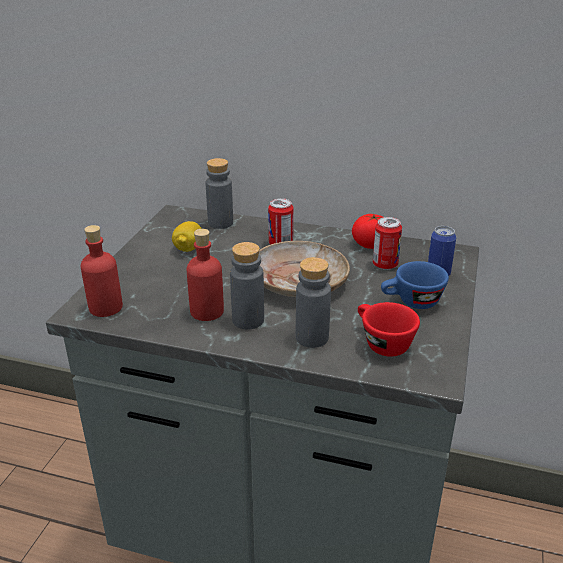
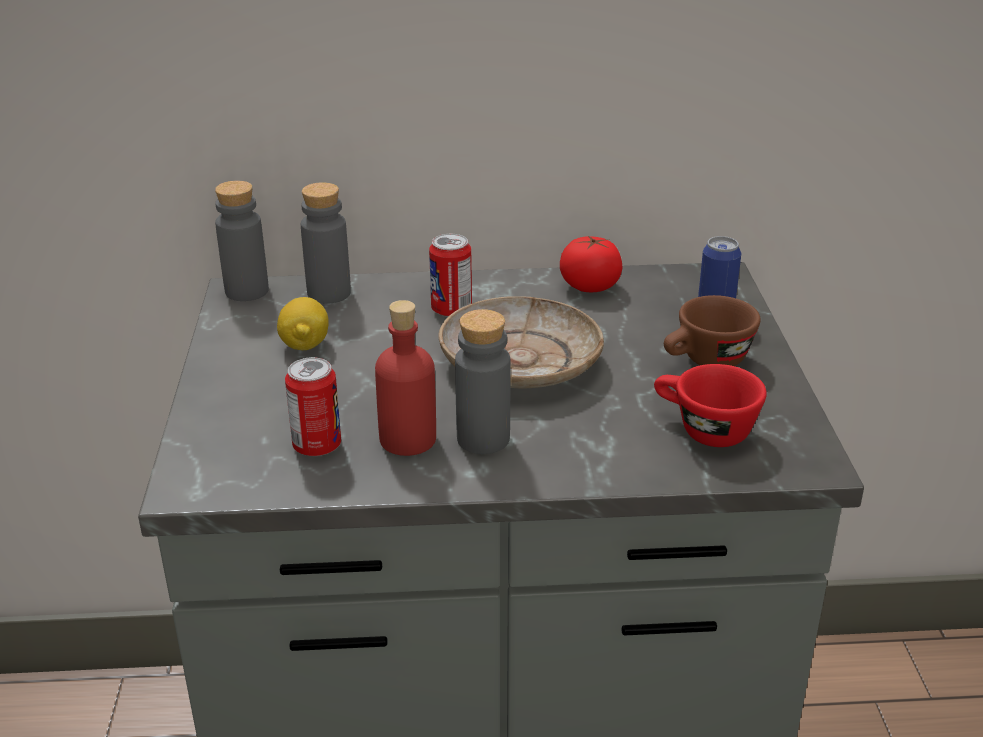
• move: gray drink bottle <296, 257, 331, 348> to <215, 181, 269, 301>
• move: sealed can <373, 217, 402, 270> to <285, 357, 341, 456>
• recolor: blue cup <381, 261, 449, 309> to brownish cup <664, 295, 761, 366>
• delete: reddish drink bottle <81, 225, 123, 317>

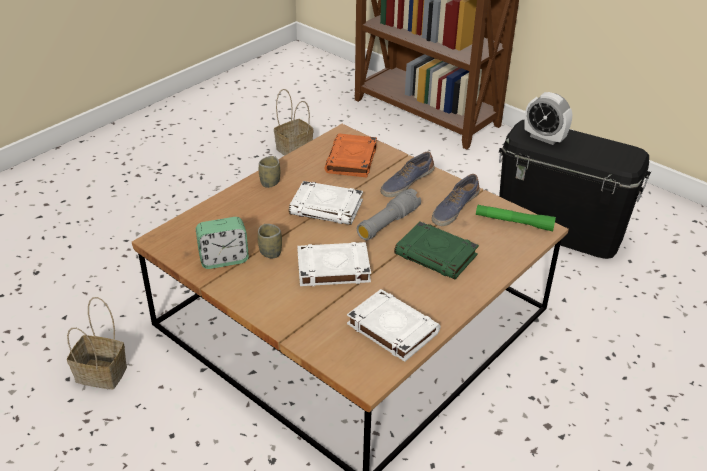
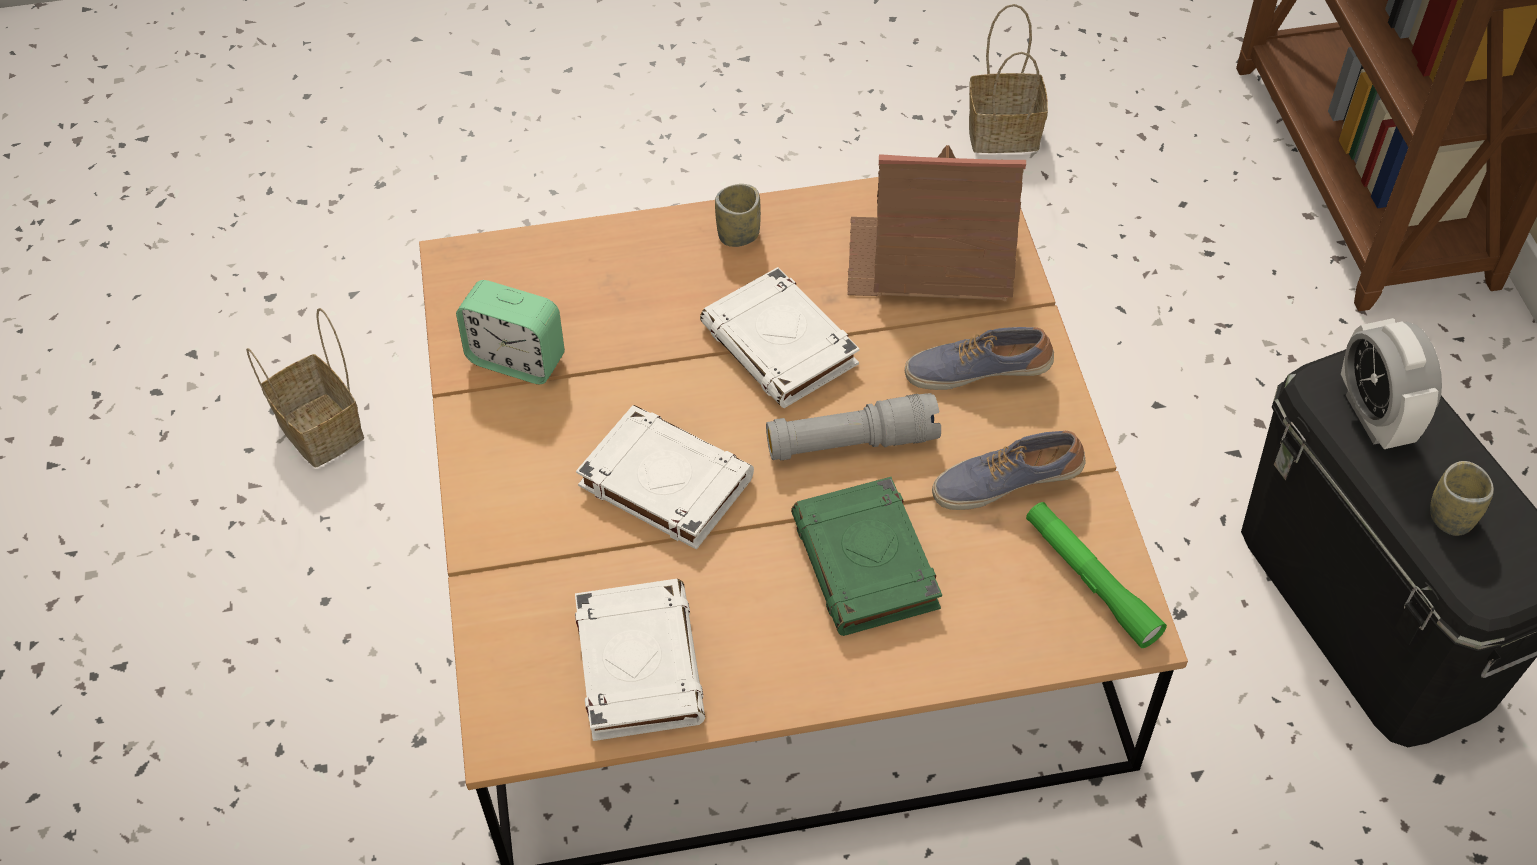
• replace: orange volume <325, 133, 377, 178> to toy house <847, 145, 1026, 301>
• move: cup <258, 224, 282, 258> to <1430, 461, 1494, 536>

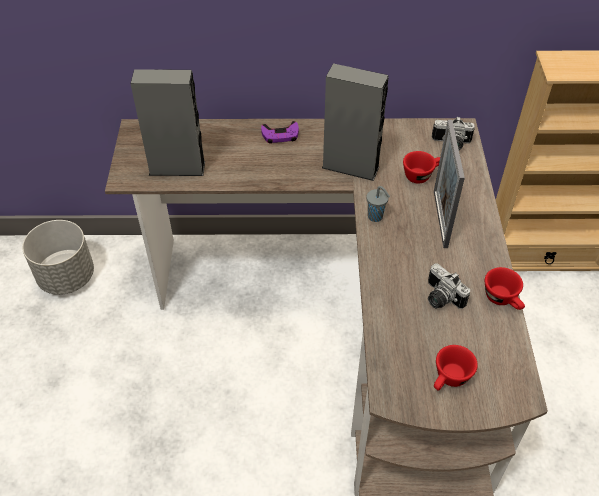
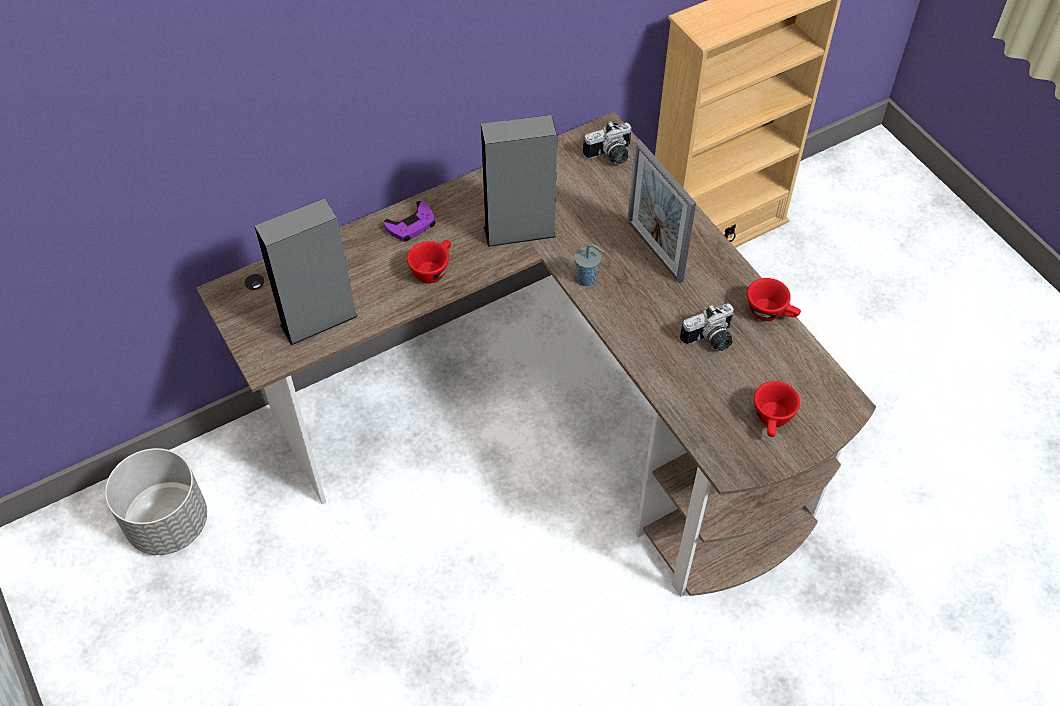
• move: reddish cup <403, 151, 440, 183> to <407, 240, 451, 284>
• rotate: photo camera <428, 263, 470, 309> = <680, 303, 734, 351> 45 degrees counterclockwise

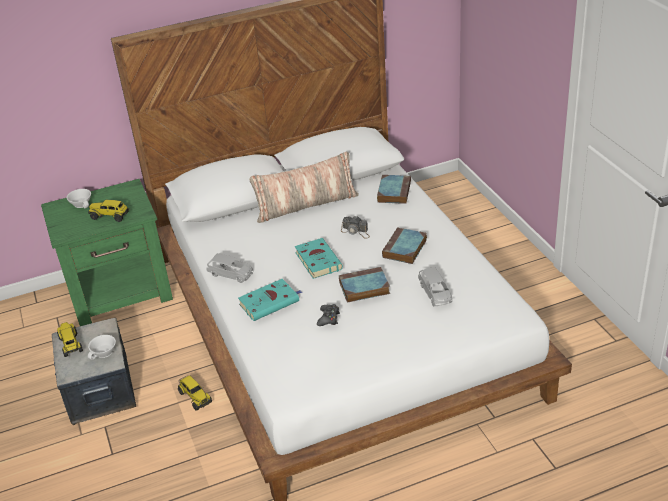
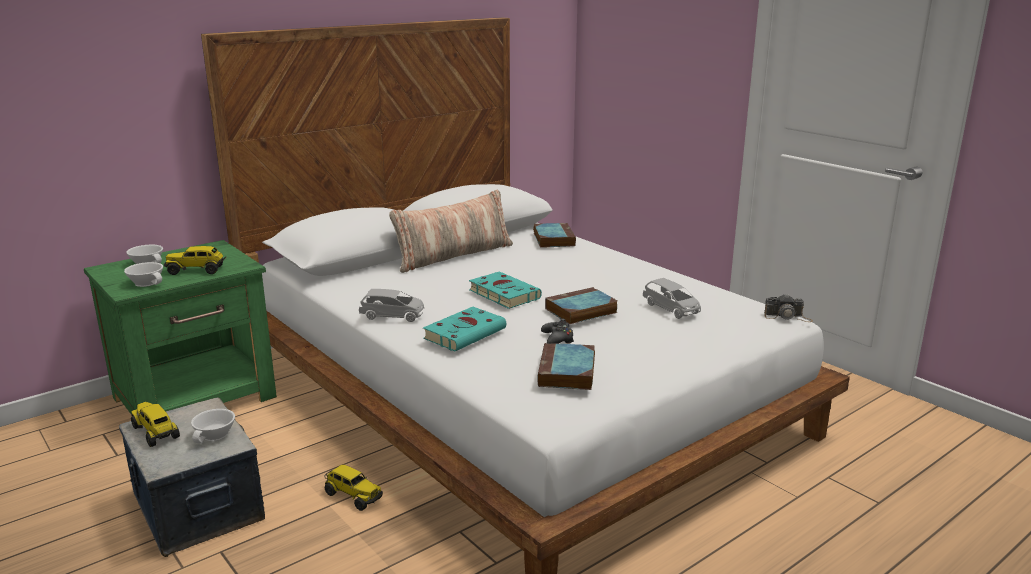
• insert: white-coloured cup <124, 262, 163, 287>
• move: volume <382, 227, 427, 264> to <537, 343, 595, 390>
• move: photo camera <341, 216, 370, 239> to <764, 294, 813, 322>

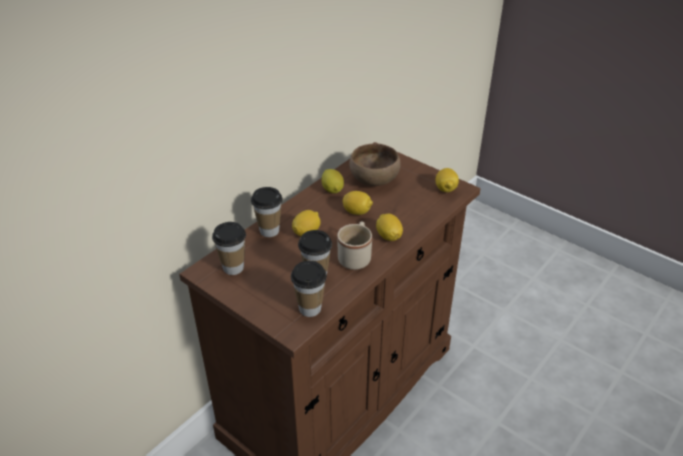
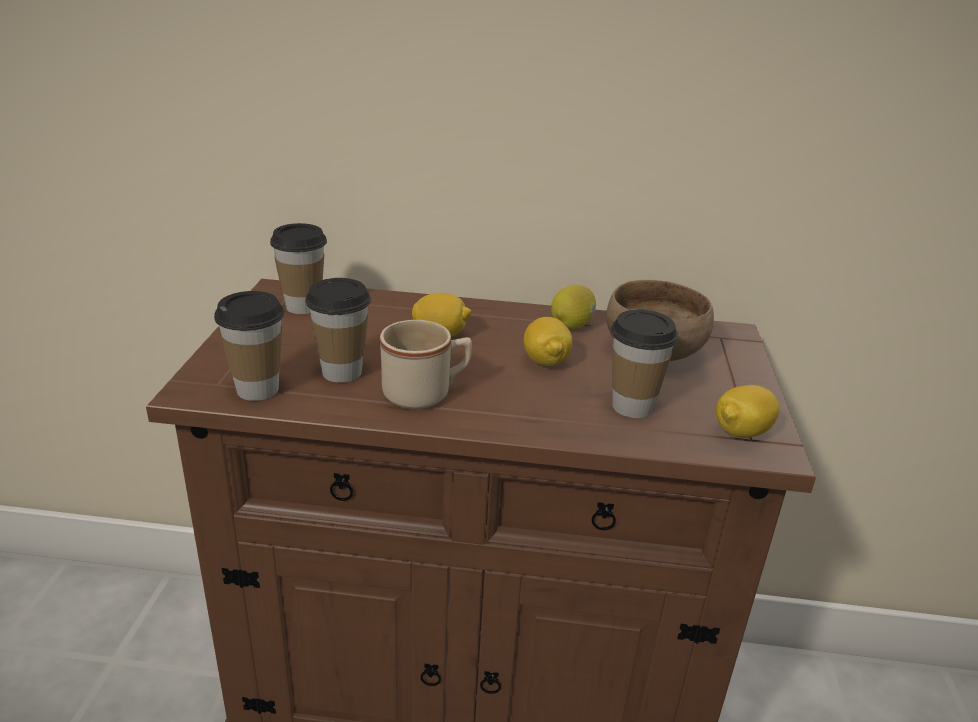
• move: cup <251, 187, 282, 237> to <611, 309, 678, 418>
• delete: whole lemon <376, 214, 403, 241>

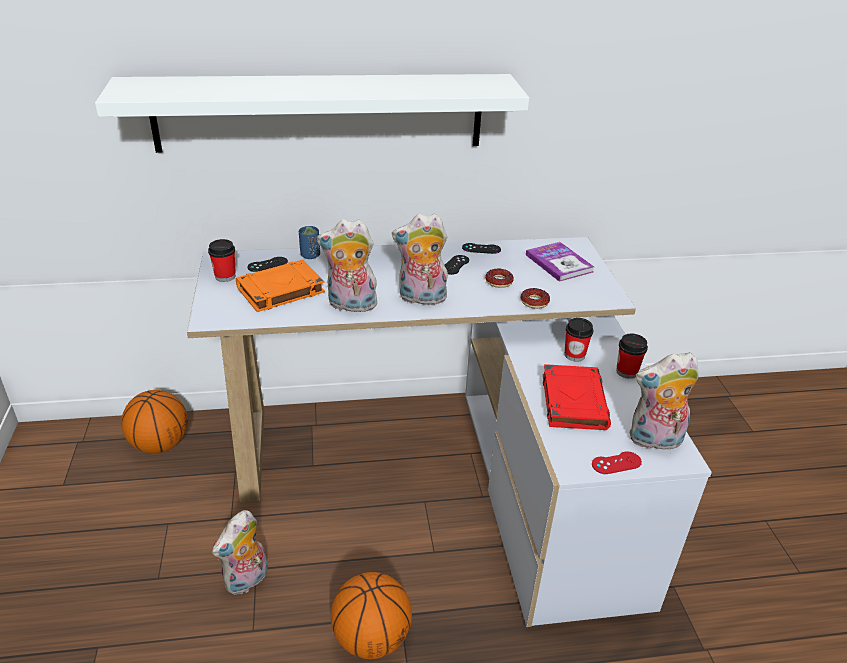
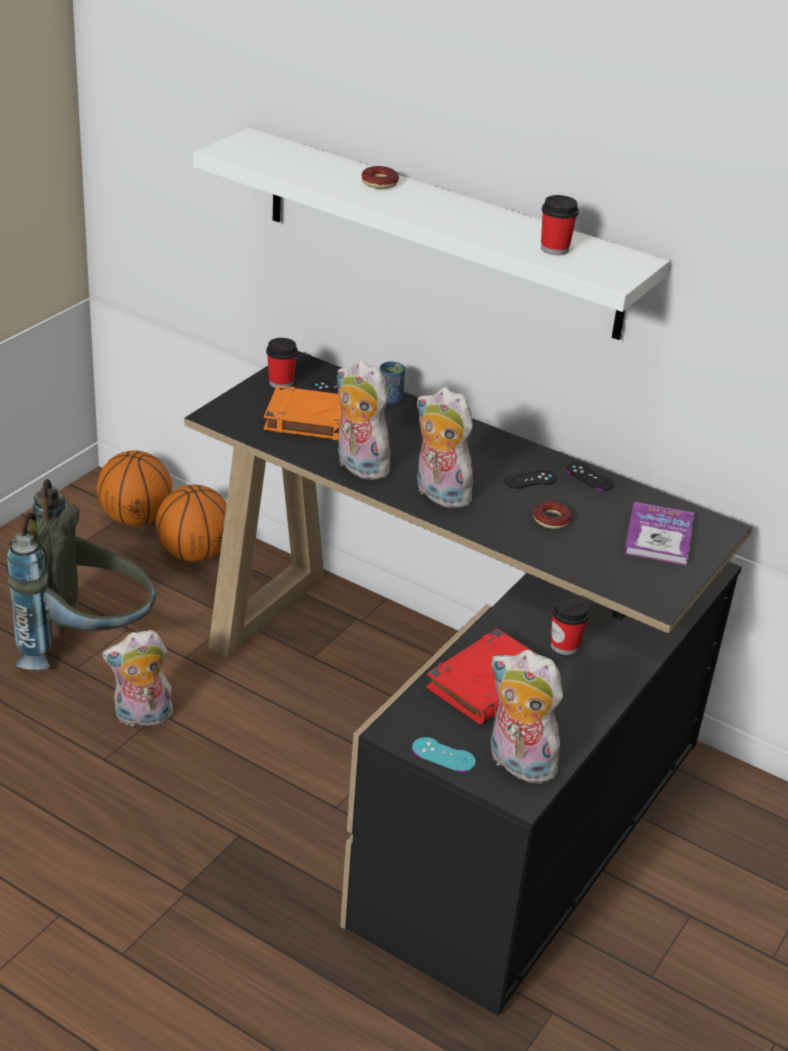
• insert: gray knapsack <7, 479, 156, 670>
• move: basketball ball <331, 572, 412, 659> to <97, 450, 172, 526>
• recolor: white-coloured desk <187, 237, 712, 627> to black desk <184, 351, 753, 1016>
• move: ring doughnut <521, 288, 550, 309> to <361, 166, 399, 189>
• recolor: reddish gamepad <592, 452, 642, 474> to turquoise-coloured gamepad <412, 737, 476, 772>
• move: cup <616, 334, 648, 379> to <541, 195, 579, 255>

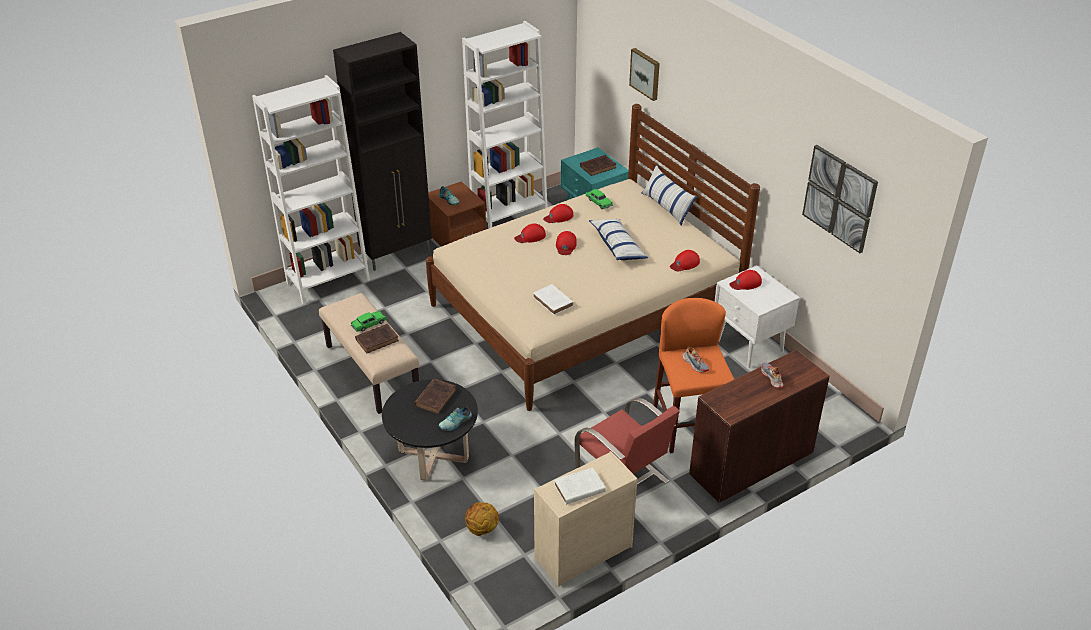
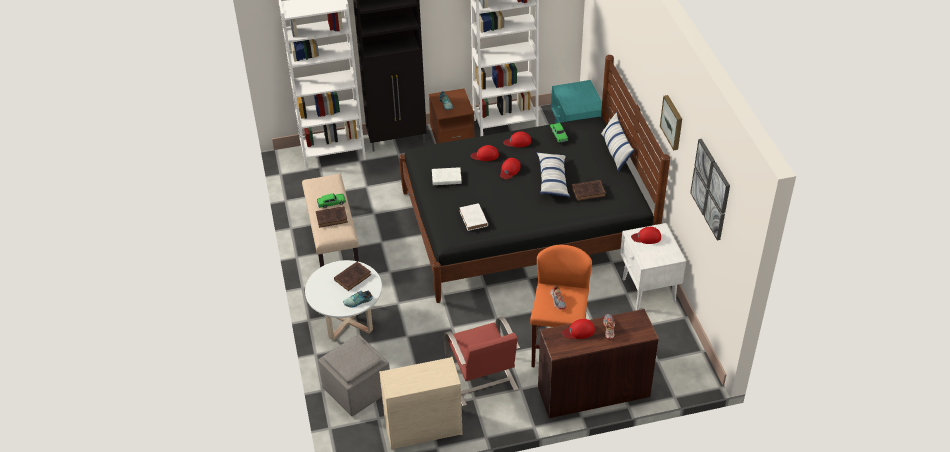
• recolor: black lounge table <382, 379, 478, 481> to white-coloured lounge table <305, 260, 382, 340>
• replace: basketball ball <465, 502, 499, 536> to gray footrest <318, 334, 390, 416>
• recolor: sand-coloured sleeping bed <426, 104, 760, 411> to black sleeping bed <399, 55, 670, 303>
• move: white-coloured volume <554, 467, 606, 505> to <432, 167, 462, 185>
• move: reddish peaked cap <670, 250, 700, 271> to <562, 319, 595, 339>
• move: brownish volume <580, 155, 616, 176> to <572, 180, 606, 201>
• move: wall picture <629, 48, 660, 101> to <660, 95, 682, 150>

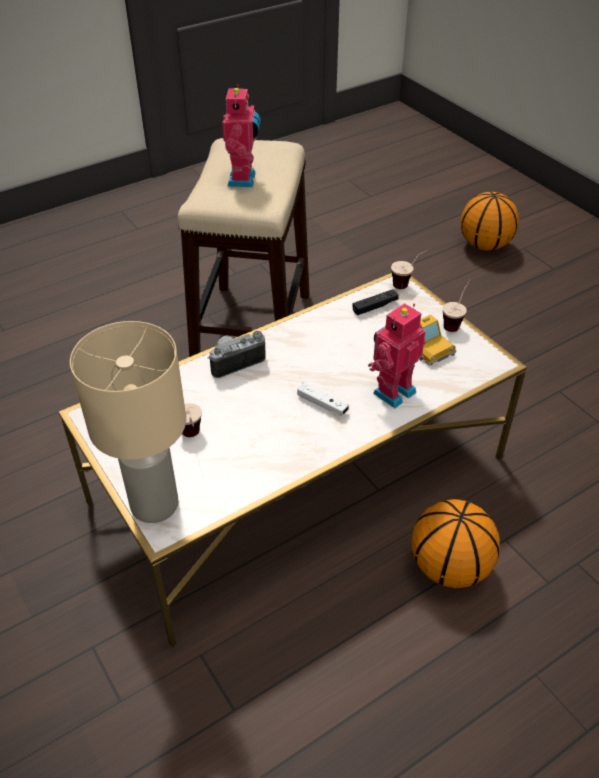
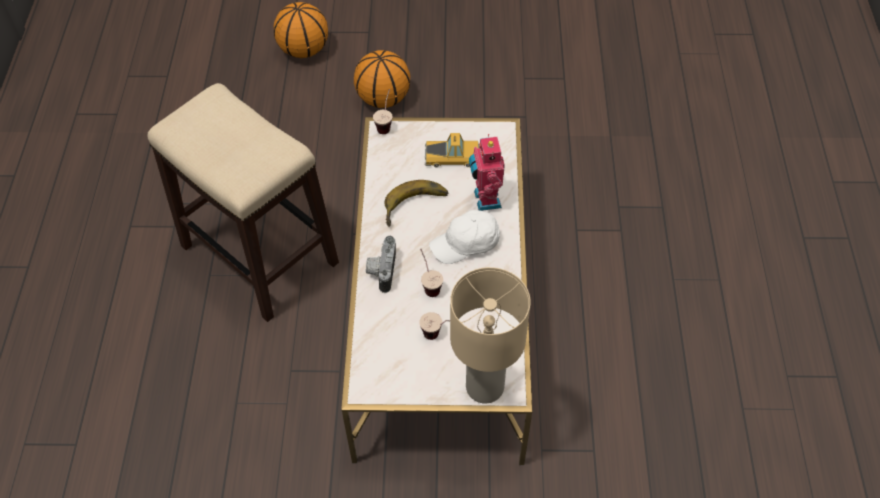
• move: basketball ball <411, 499, 500, 588> to <354, 50, 410, 108>
• insert: banana fruit <384, 180, 448, 227>
• move: cup <443, 280, 471, 332> to <420, 249, 443, 297>
• replace: white-coloured gamepad <297, 382, 349, 416> to white-coloured peaked cap <429, 210, 500, 264>
• delete: model robot <222, 84, 261, 187>
• delete: black gamepad <352, 289, 399, 315>

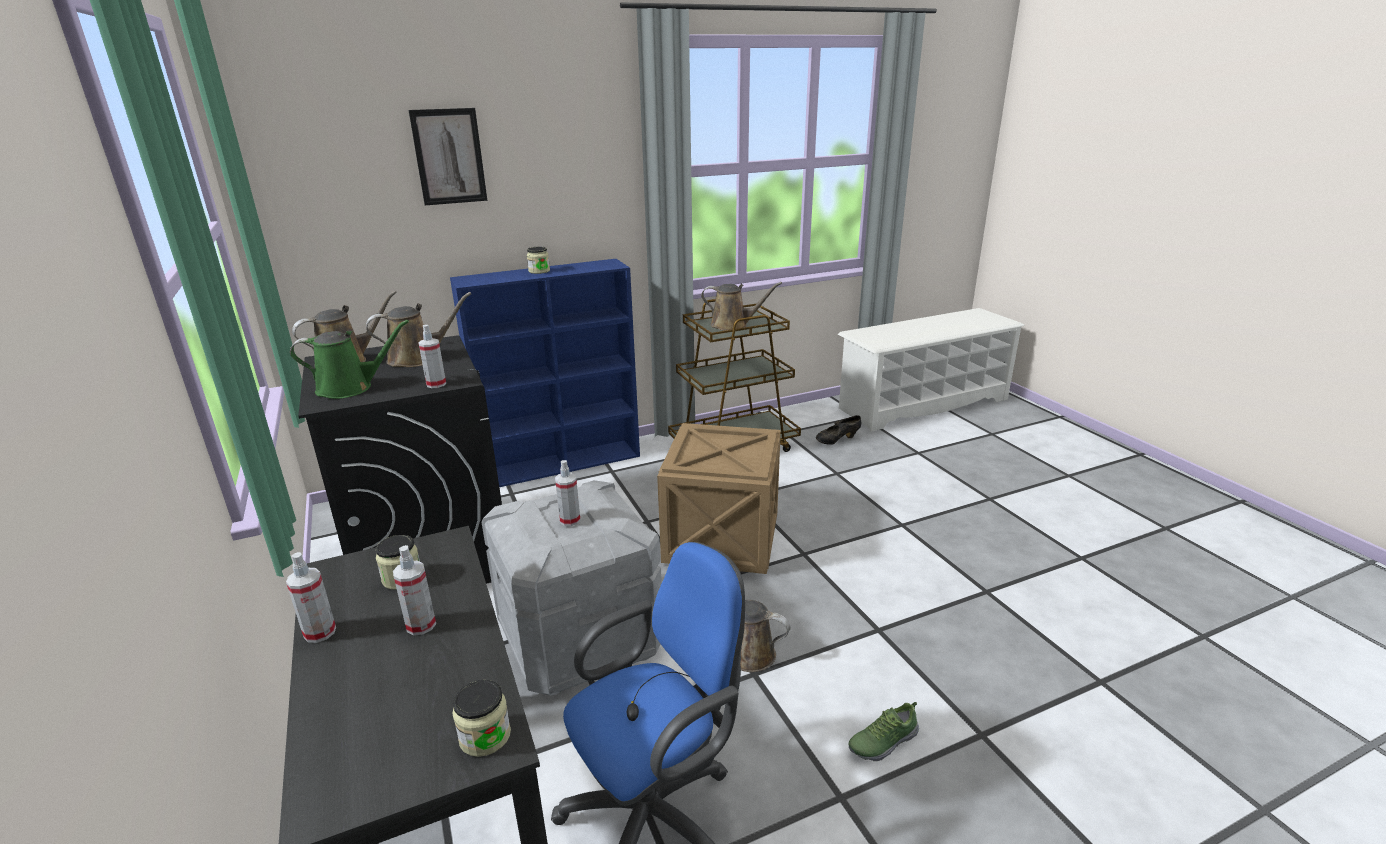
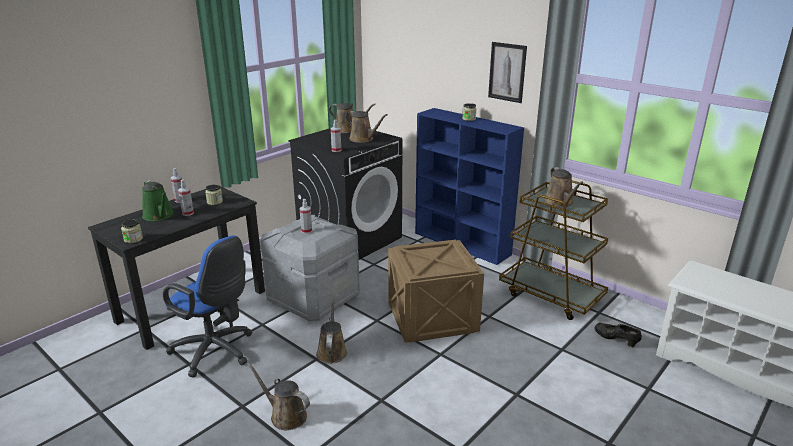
• move: greenish sprinkling can <290, 320, 409, 399> to <142, 180, 174, 221>
• replace: low shoe <848, 702, 919, 761> to brownish sprinkling can <247, 362, 310, 430>
• move: wall picture <409, 108, 487, 205> to <488, 42, 527, 103>

